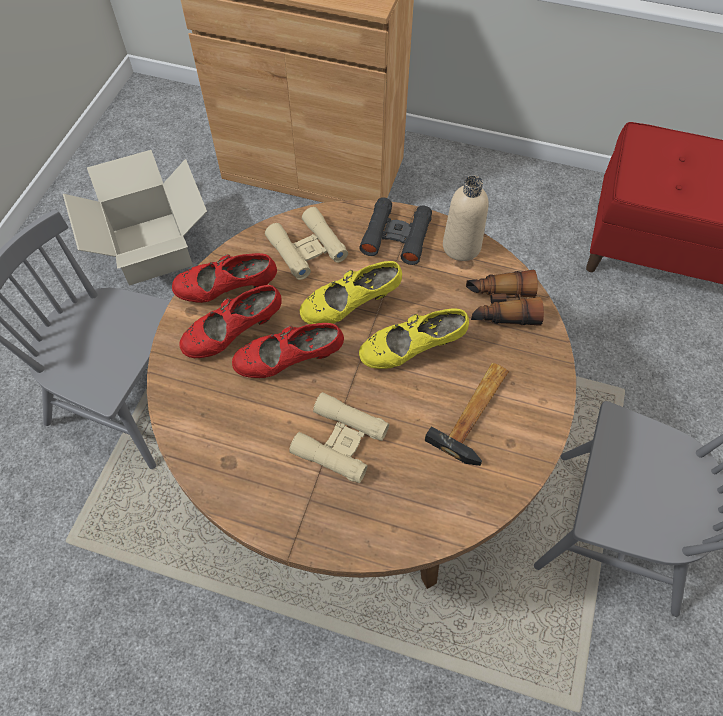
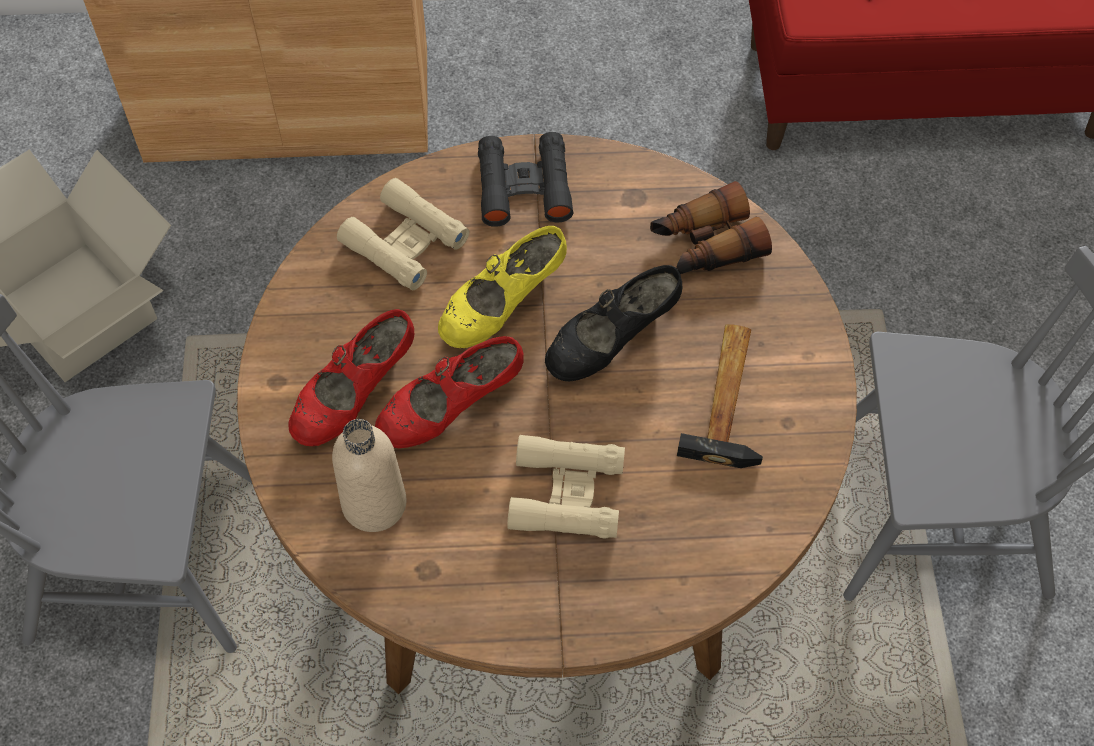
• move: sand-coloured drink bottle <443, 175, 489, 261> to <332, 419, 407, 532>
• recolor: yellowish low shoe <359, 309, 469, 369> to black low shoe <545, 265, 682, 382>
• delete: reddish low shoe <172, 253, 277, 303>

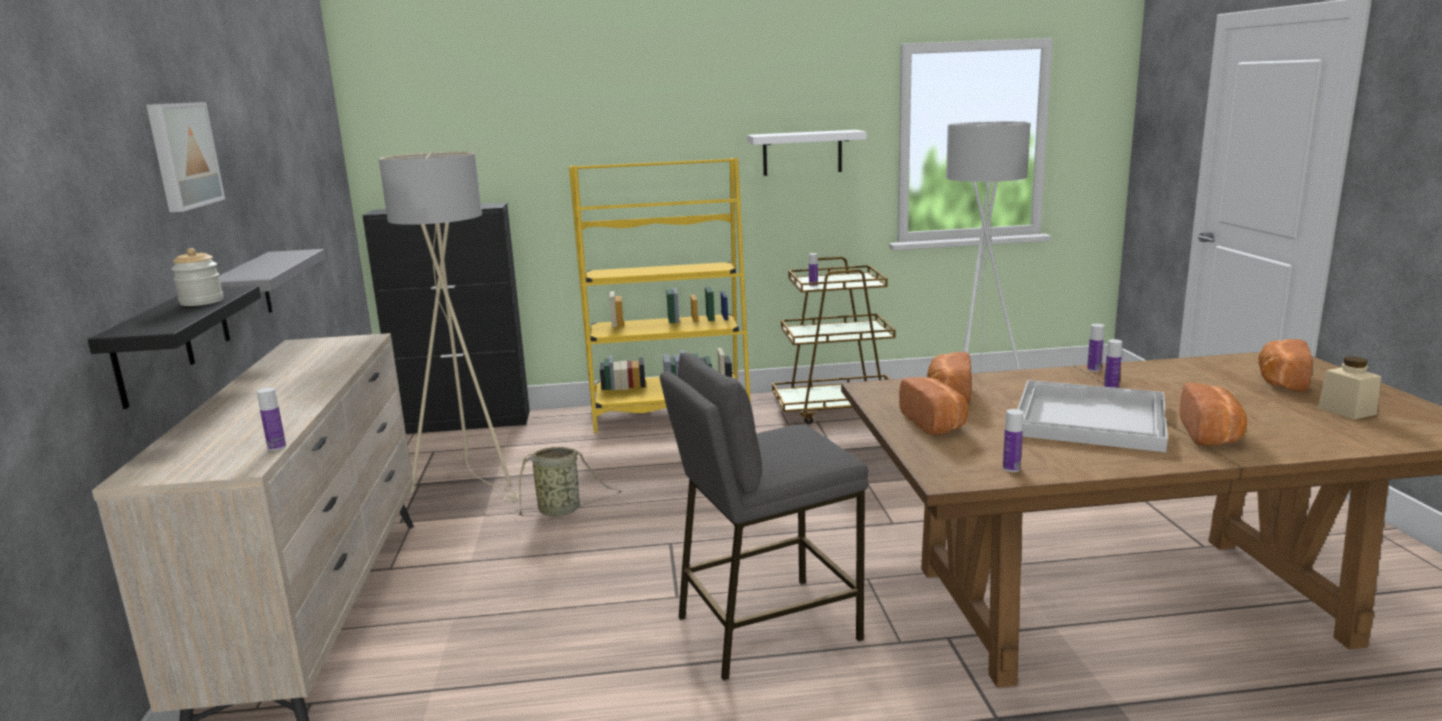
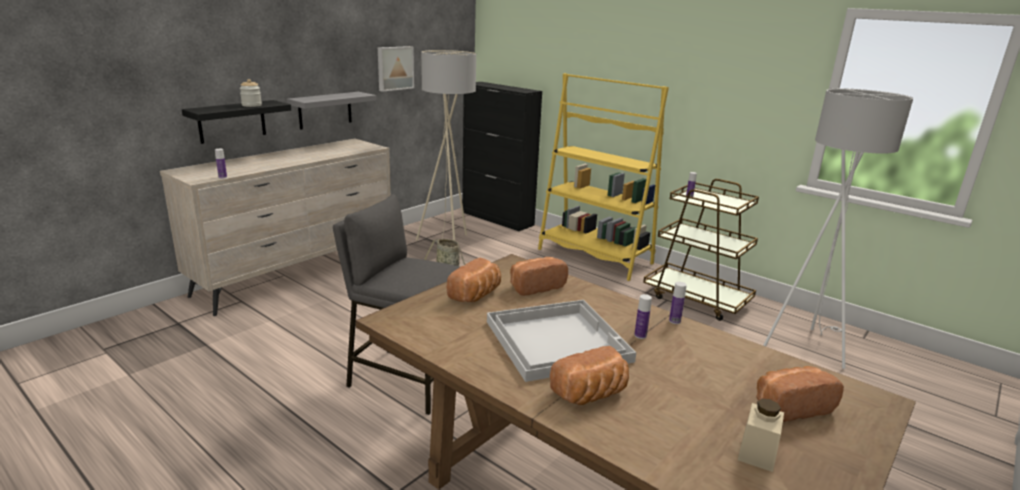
• move: wall picture <146, 102, 225, 212> to <378, 46, 414, 92>
• delete: white-coloured wall shelf <747, 130, 867, 176>
• delete: drink bottle <1003, 409, 1023, 472>

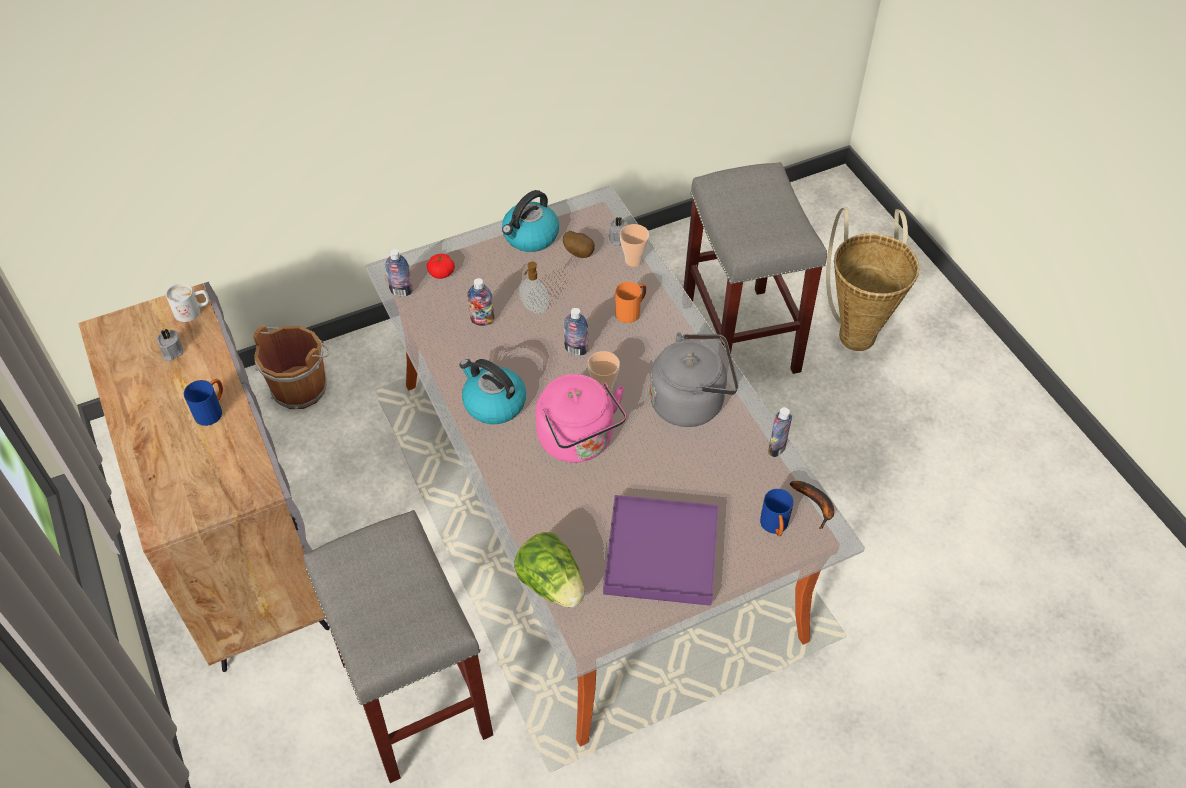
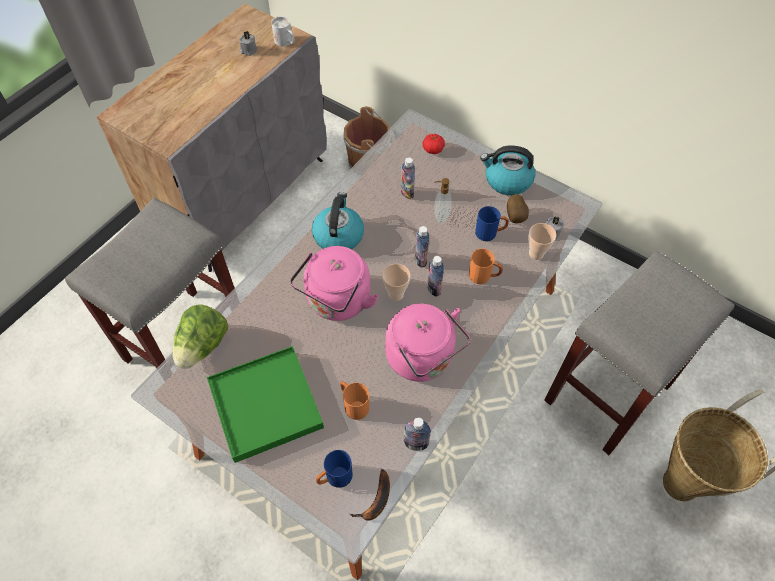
• recolor: purple tray <603, 495, 718, 606> to greenish tray <207, 346, 324, 463>
• insert: orange tea mug <340, 381, 370, 420>
• recolor: gray water kettle <650, 332, 738, 427> to pink water kettle <385, 303, 471, 382>
• move: drink bottle <385, 249, 413, 296> to <427, 256, 444, 297>
• move: blue tea mug <184, 379, 223, 426> to <475, 206, 509, 241>

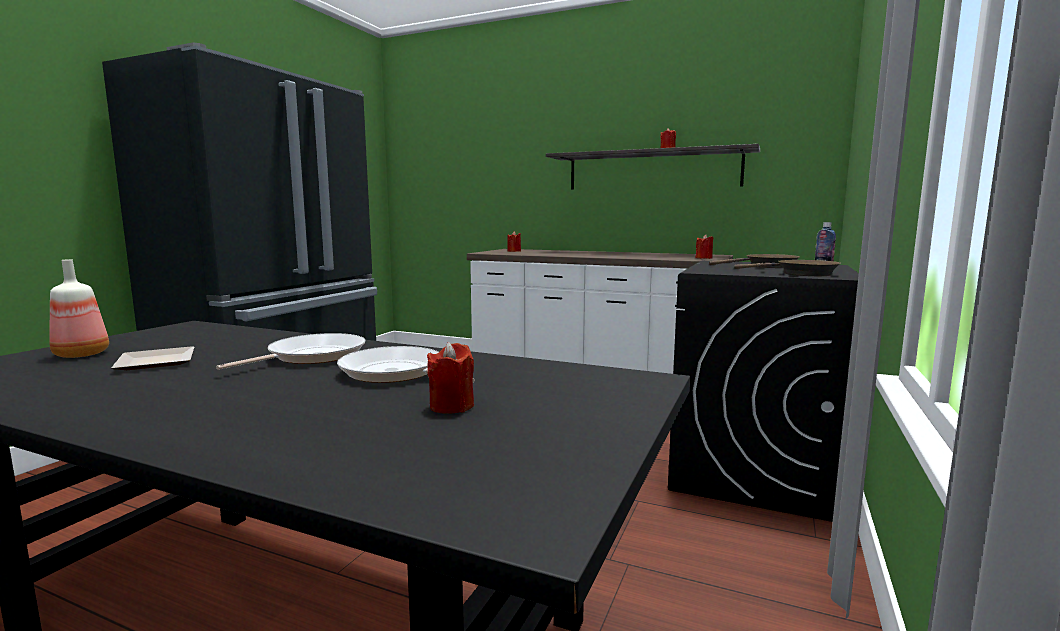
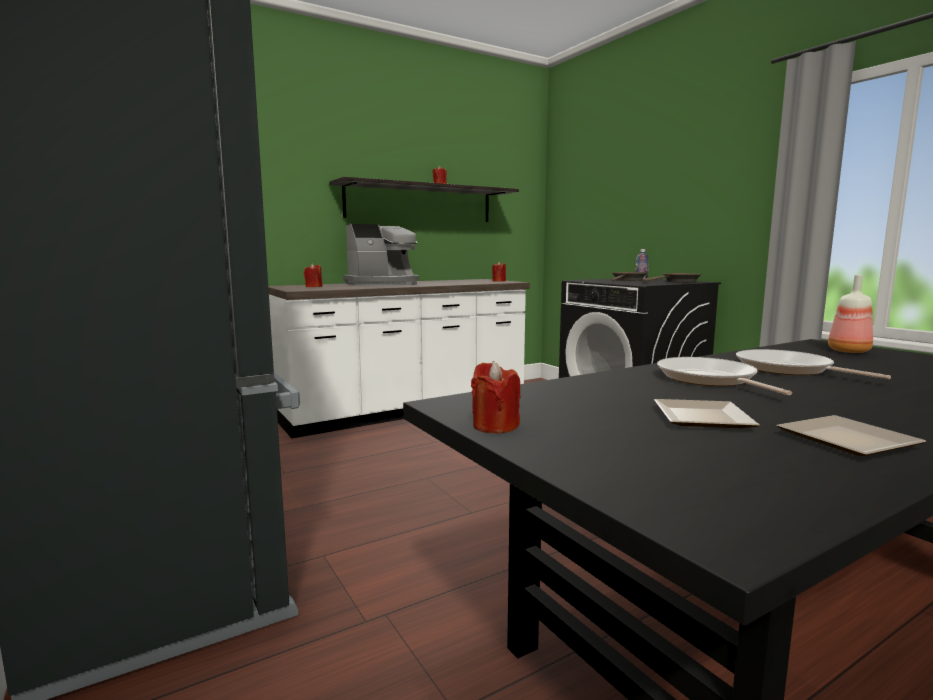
• insert: coffee brewer <343, 224, 419, 286>
• move: reddish wax candle <427, 342, 474, 414> to <471, 361, 521, 433>
• rotate: frying pan <337, 346, 475, 383> = <736, 349, 891, 379> 75 degrees clockwise
• insert: flat dish <777, 415, 927, 456>
• move: drink bottle <49, 259, 109, 358> to <828, 275, 873, 353>

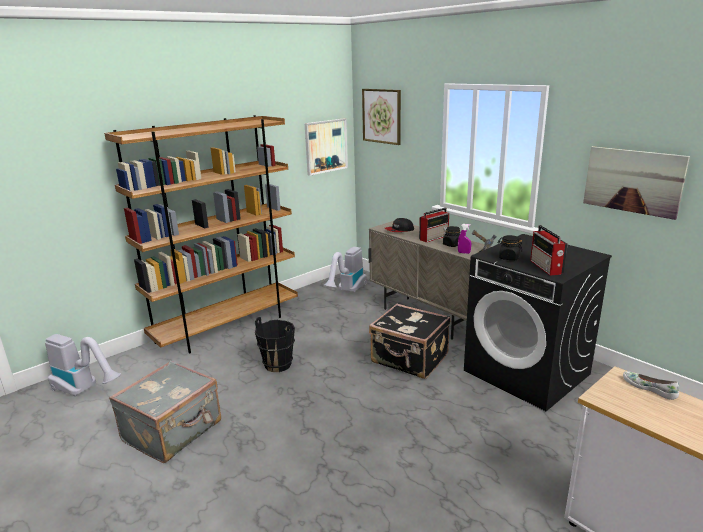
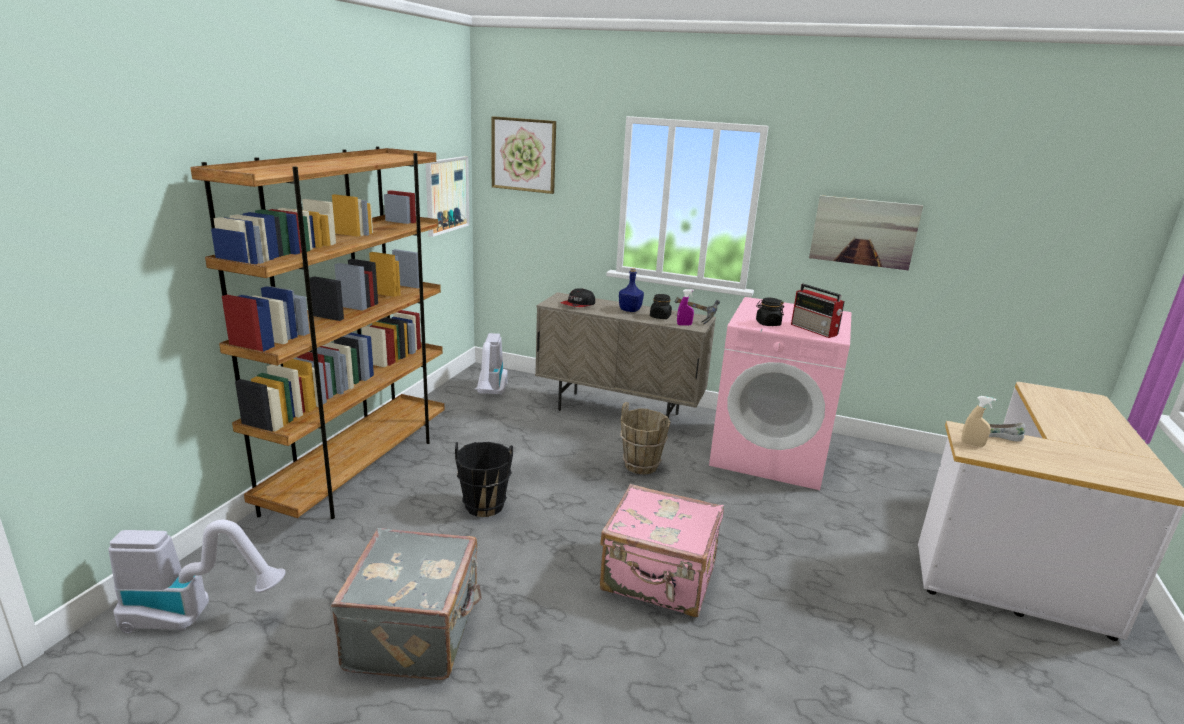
• insert: pink piece of luggage <600, 484, 724, 617>
• replace: radio set <419, 208, 449, 242> to blue drink bottle <619, 268, 644, 312>
• replace: black piece of luggage <369, 303, 450, 379> to brownish water bucket <620, 402, 670, 474>
• recolor: black washing machine <464, 234, 612, 411> to pink washing machine <709, 297, 852, 490>
• insert: sand-coloured sprayer <961, 396, 996, 447>

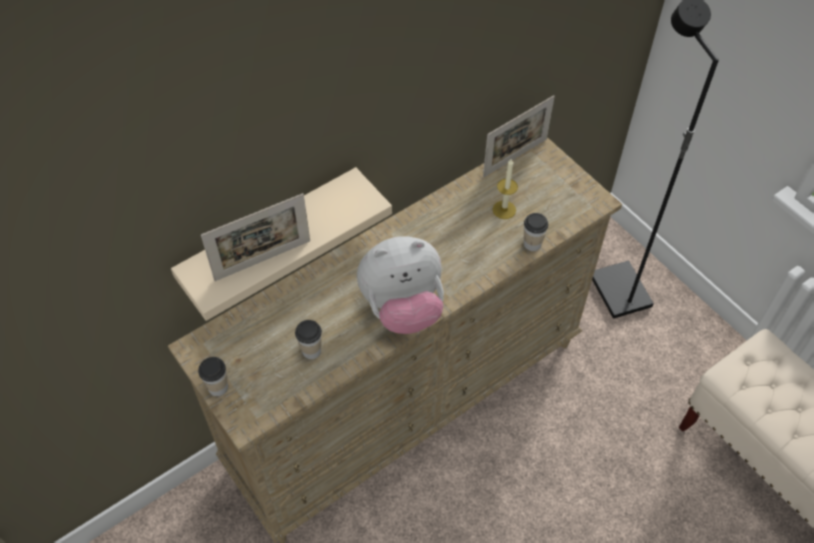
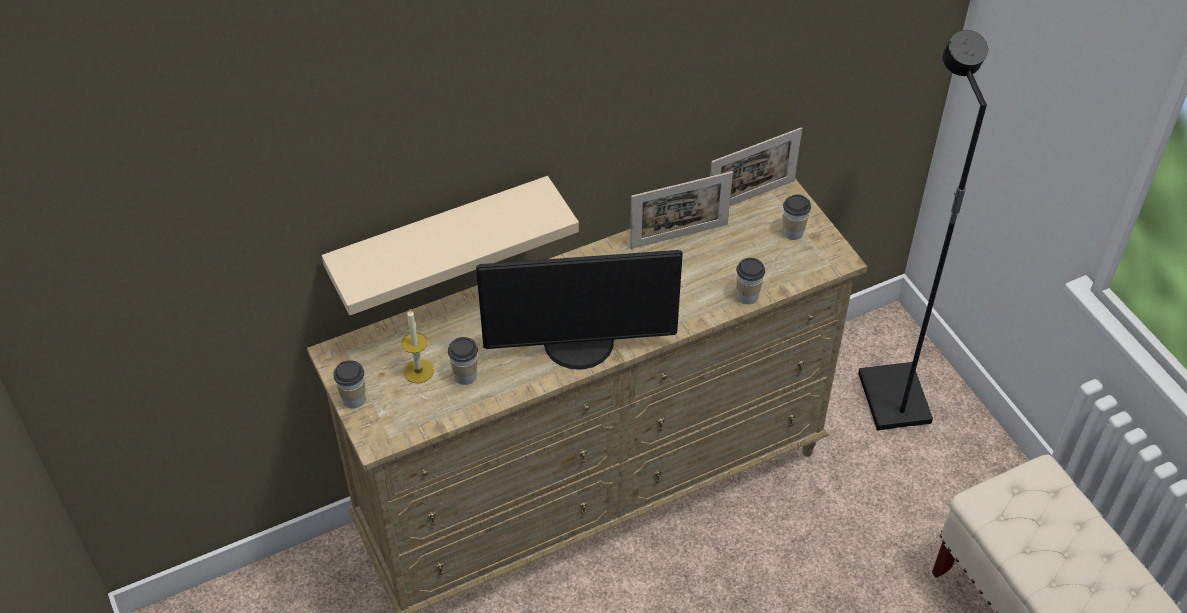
• move: wax candle <493, 158, 518, 219> to <401, 309, 434, 383>
• replace: plush toy <357, 236, 444, 334> to monitor <476, 250, 683, 370>
• move: photo frame <201, 193, 310, 281> to <630, 171, 733, 249>
• insert: cup <783, 194, 811, 240>

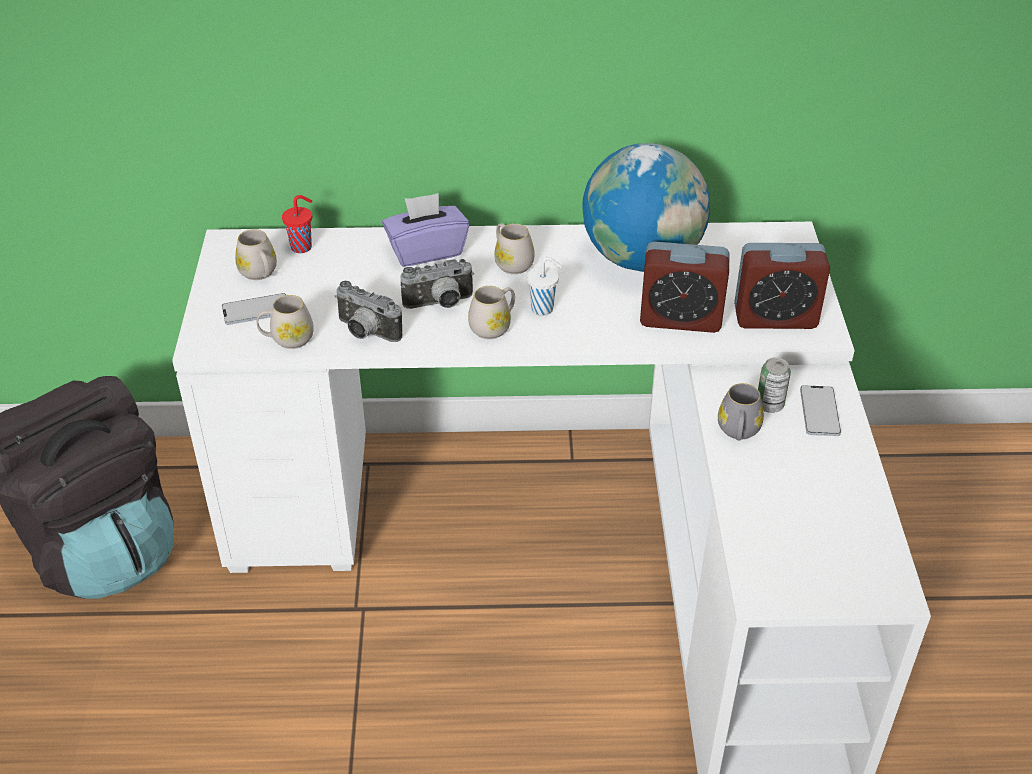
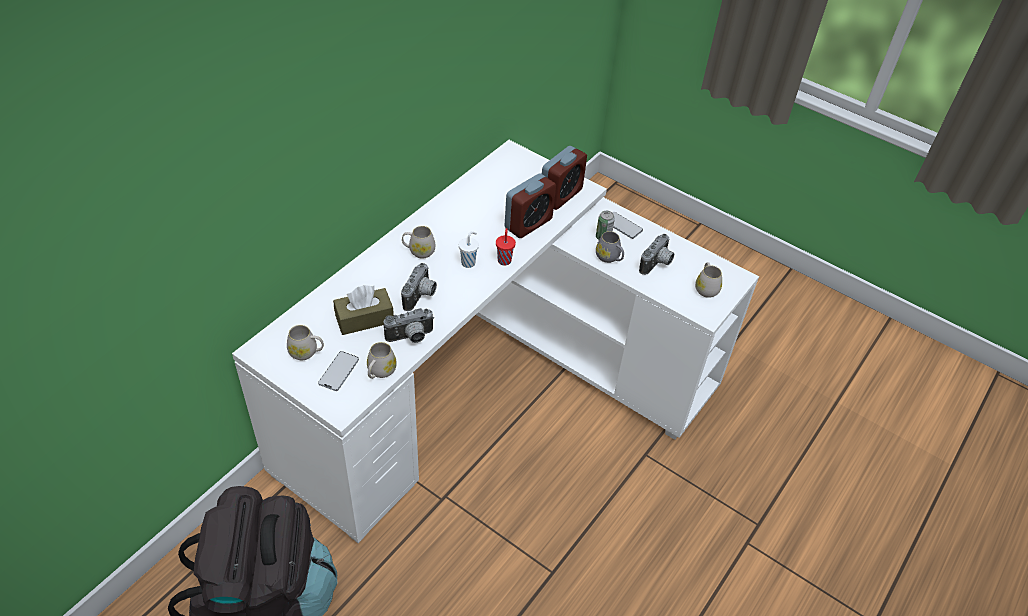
• insert: brownish tissue box <333, 285, 394, 335>
• move: reddish cup <282, 195, 312, 253> to <496, 228, 516, 265>
• insert: photo camera <639, 234, 674, 275>
• move: white-coloured tea mug <468, 286, 515, 339> to <695, 262, 722, 298>
• delete: purple tissue box <382, 193, 470, 267>
• delete: globe <582, 143, 710, 272>

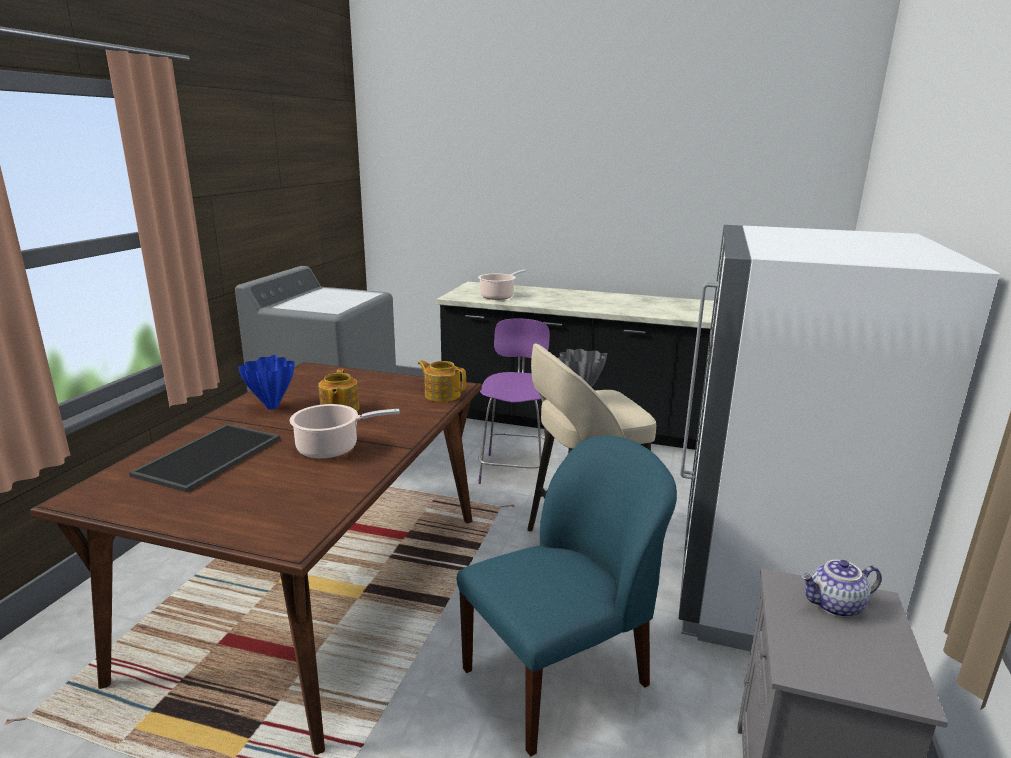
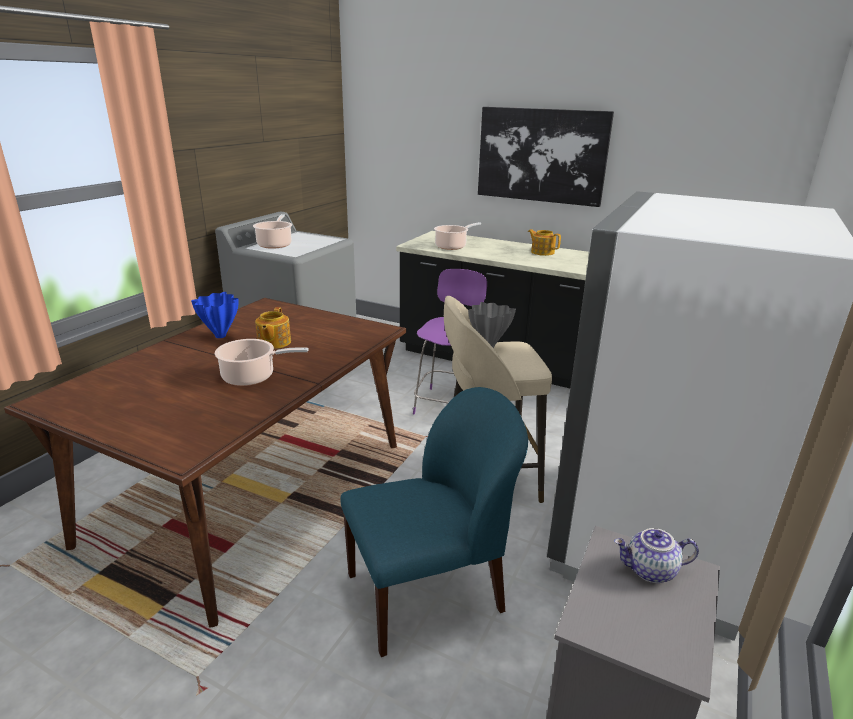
• insert: saucepot <253, 214, 292, 249>
• insert: wall picture <478, 107, 614, 207>
• move: pot for tea <418, 360, 466, 402> to <528, 229, 561, 256>
• delete: tray <129, 424, 280, 492>

